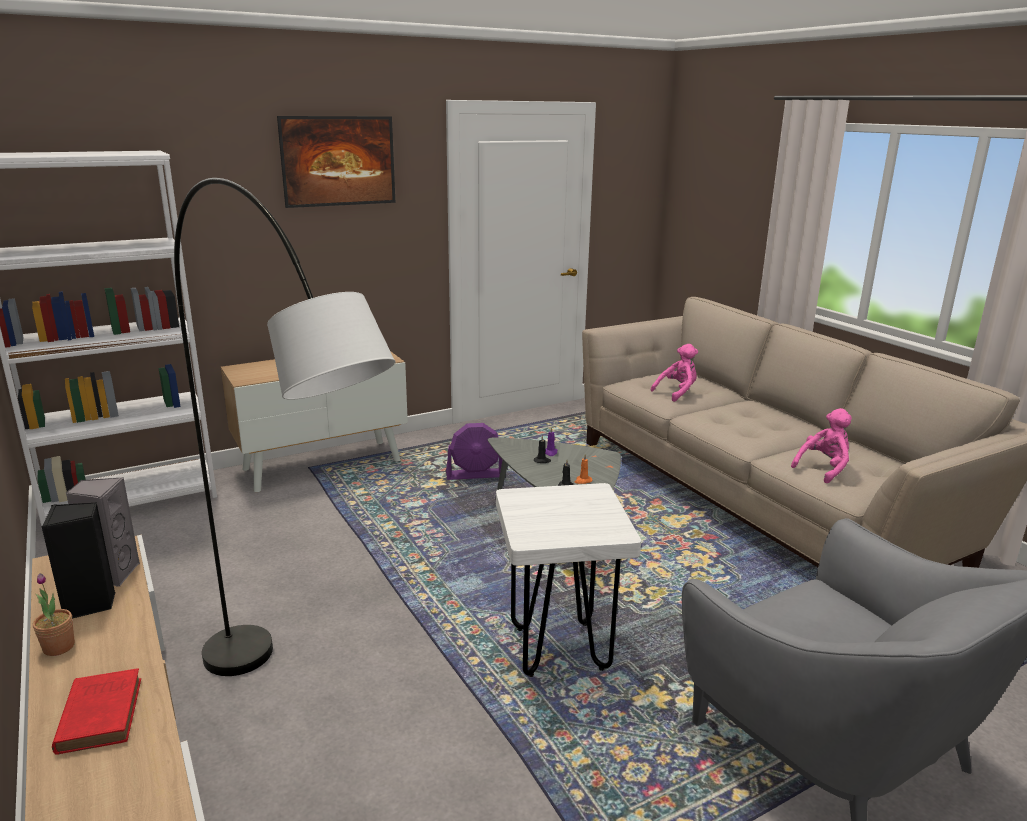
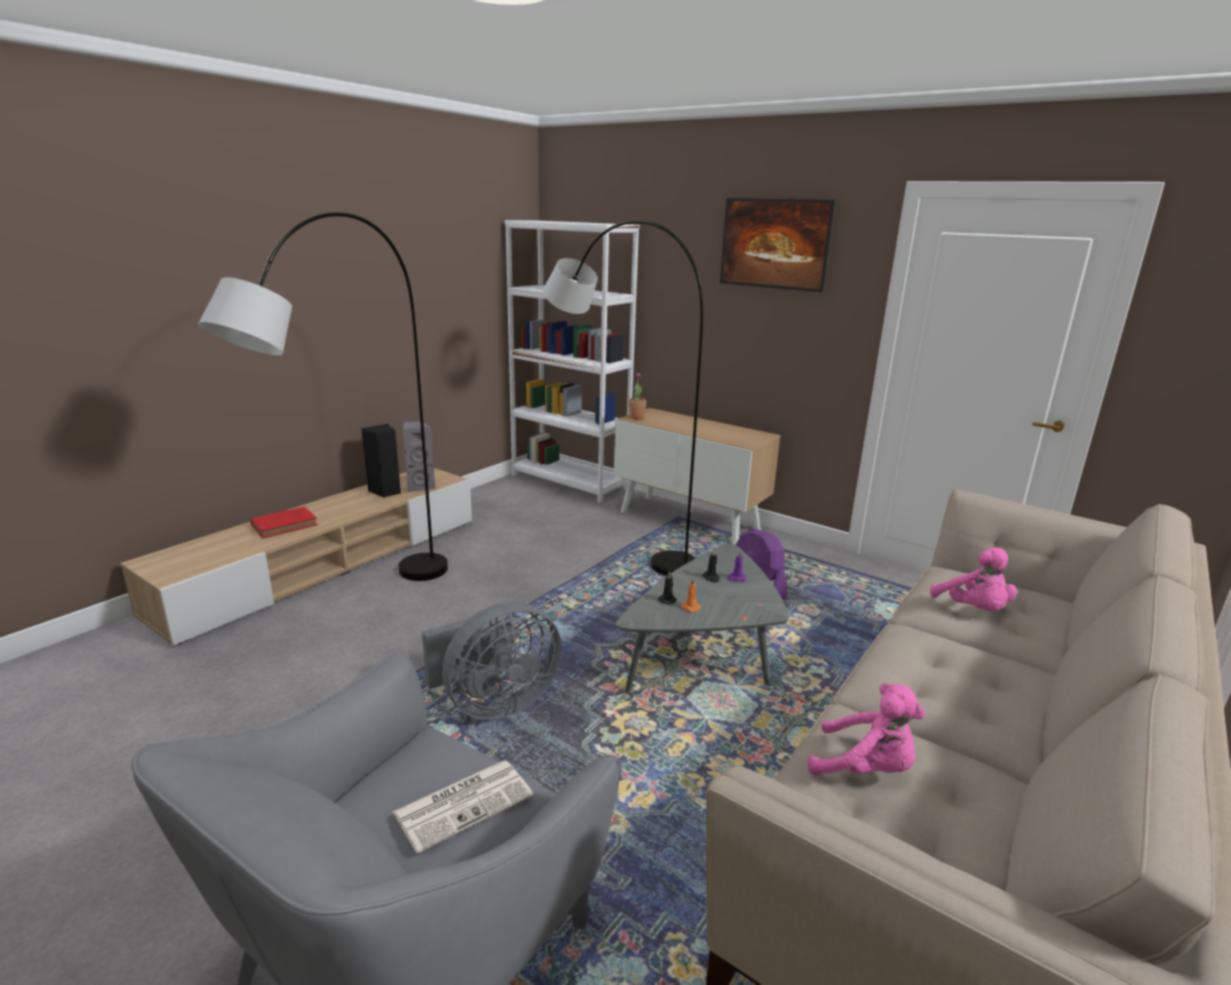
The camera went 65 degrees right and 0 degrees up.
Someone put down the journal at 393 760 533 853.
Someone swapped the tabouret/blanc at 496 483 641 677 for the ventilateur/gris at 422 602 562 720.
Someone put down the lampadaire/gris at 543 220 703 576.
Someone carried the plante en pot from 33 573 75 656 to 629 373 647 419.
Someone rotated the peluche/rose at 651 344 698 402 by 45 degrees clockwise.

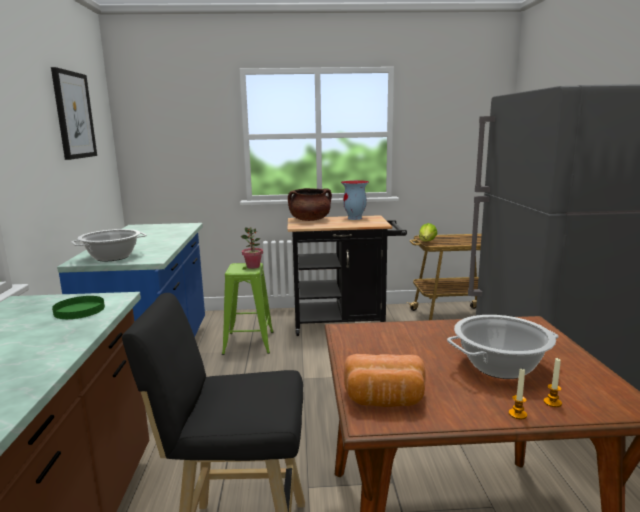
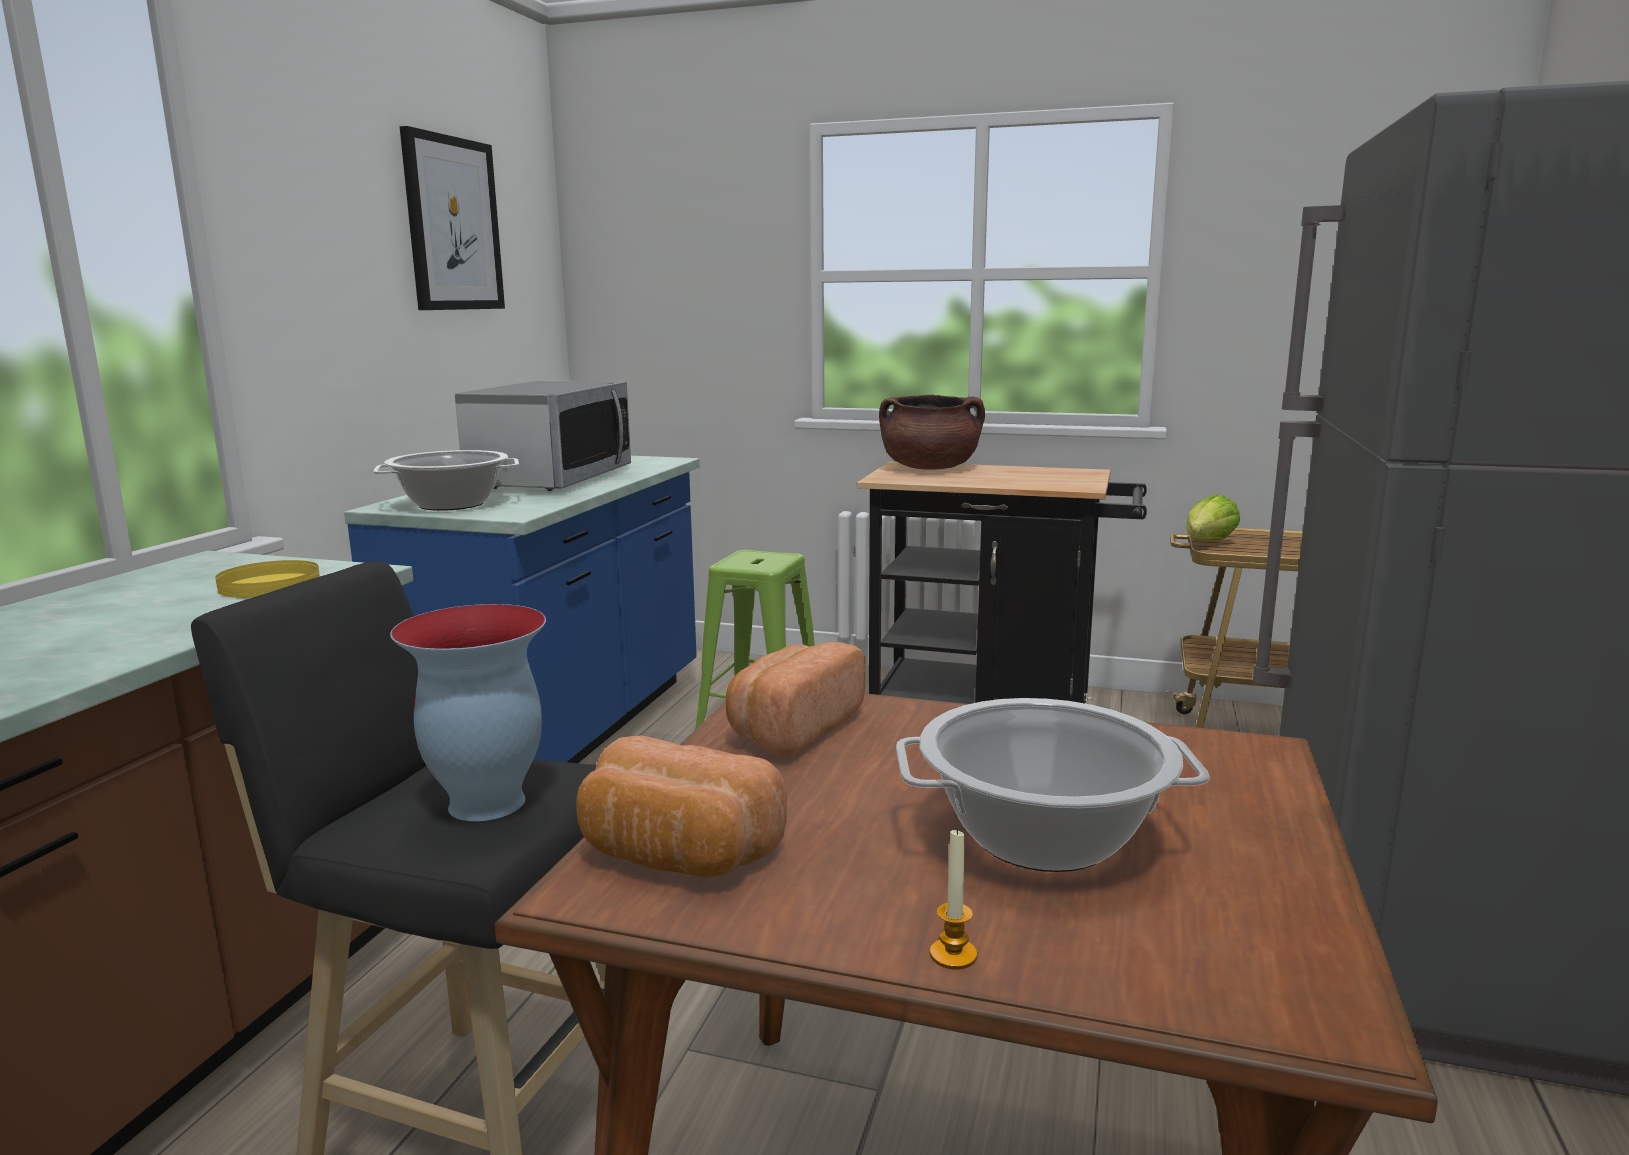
The camera went 20 degrees right and 0 degrees up.
Someone repainted the assiette/vert at 52 296 105 319, which became the assiette/jaune at 215 560 320 598.
Someone carried the vase from 341 180 369 220 to 390 604 546 821.
Someone put down the micro-ondes at 455 380 631 491.
Someone put down the pain at 726 642 866 757.
Someone took away the plante en pot at 241 227 263 269.
Someone took away the bougie at 544 358 562 407.

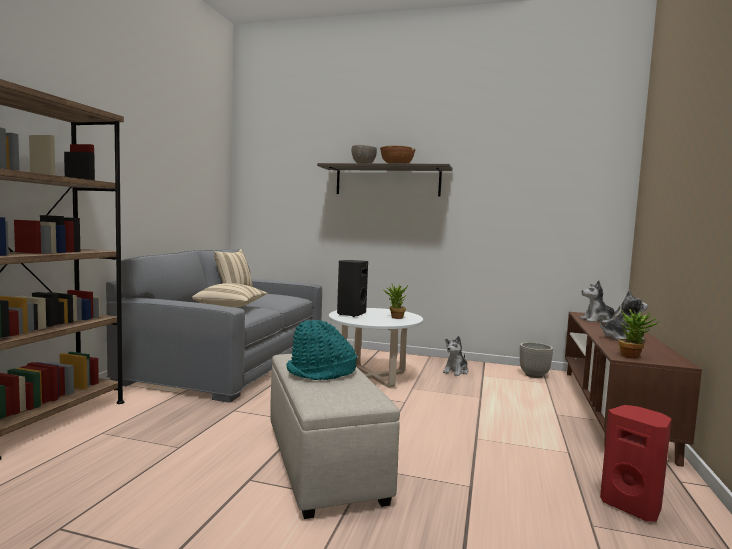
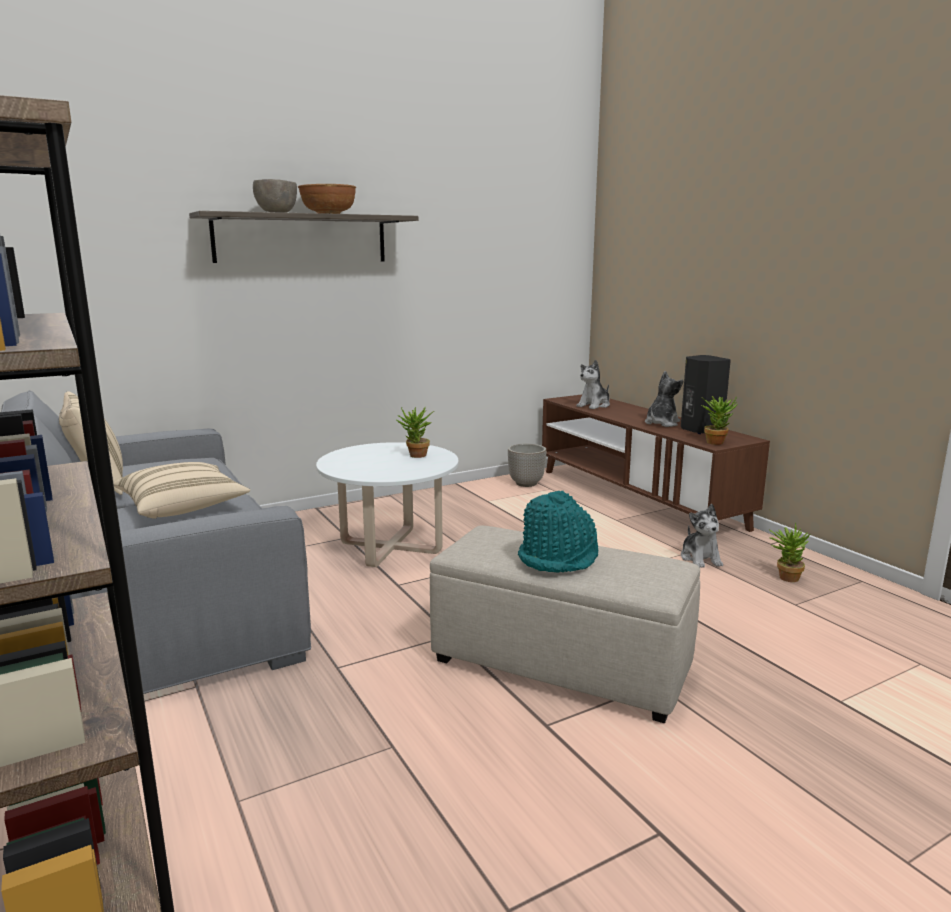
The camera went 45 degrees left and 10 degrees up.
Someone carried the enceinte/noir from 337 260 368 317 to 681 355 731 434.
Someone carried the peluche from 443 336 468 376 to 681 504 723 568.
Someone swapped the enceinte/rouge at 600 405 672 522 for the plante en pot at 769 523 810 582.

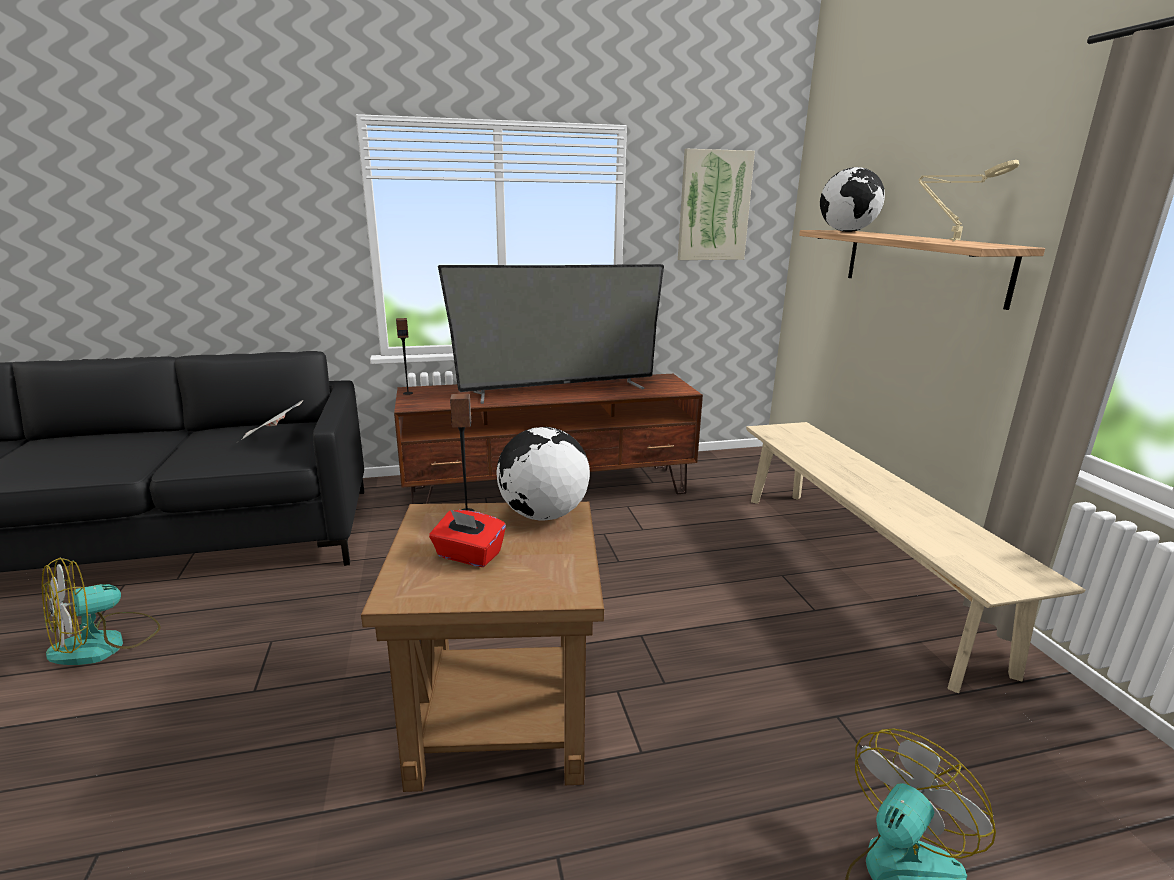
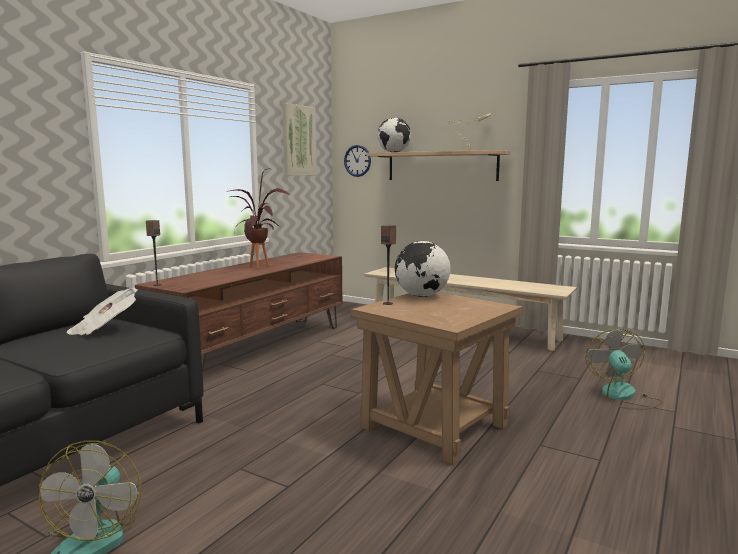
The camera went 45 degrees left and 10 degrees down.
Someone swapped the téléviseur at 438 264 664 404 for the plante en pot at 226 168 290 268.
Someone put up the horloge murale at 344 145 371 177.
Someone took away the boîte à mouchoirs/rouge at 429 510 506 567.

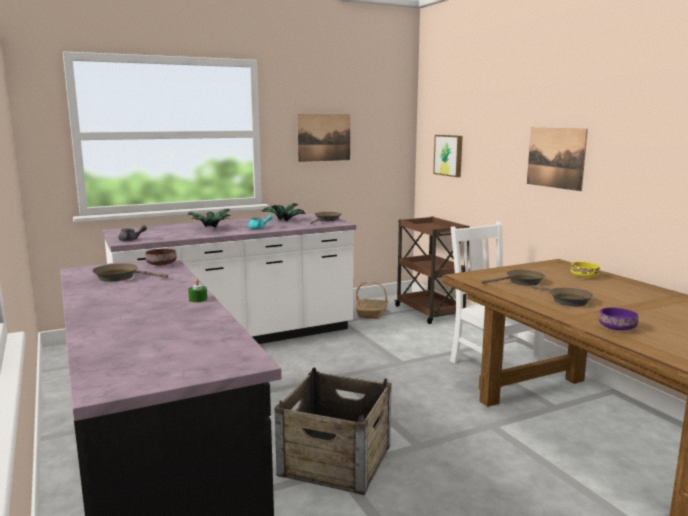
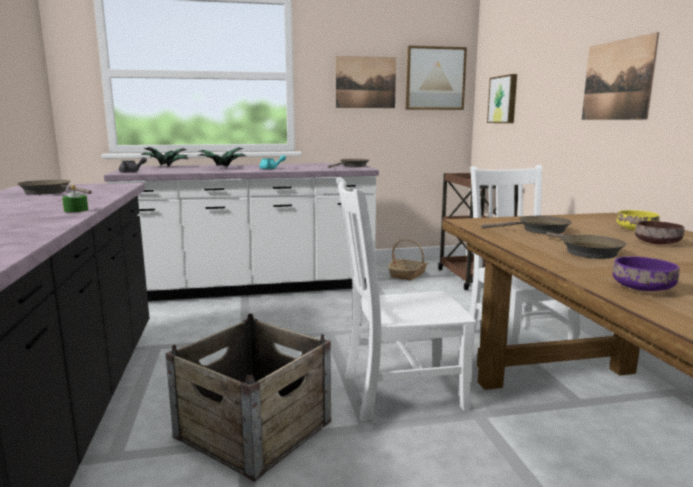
The camera went 15 degrees right and 0 degrees up.
Someone carried the plante en pot from 261 203 306 221 to 141 147 188 167.
Someone put down the chaise/blanc at 337 177 476 421.
Someone put up the tableau at 406 46 467 110.
Someone carried the bol/marron from 146 249 177 266 to 635 221 684 244.

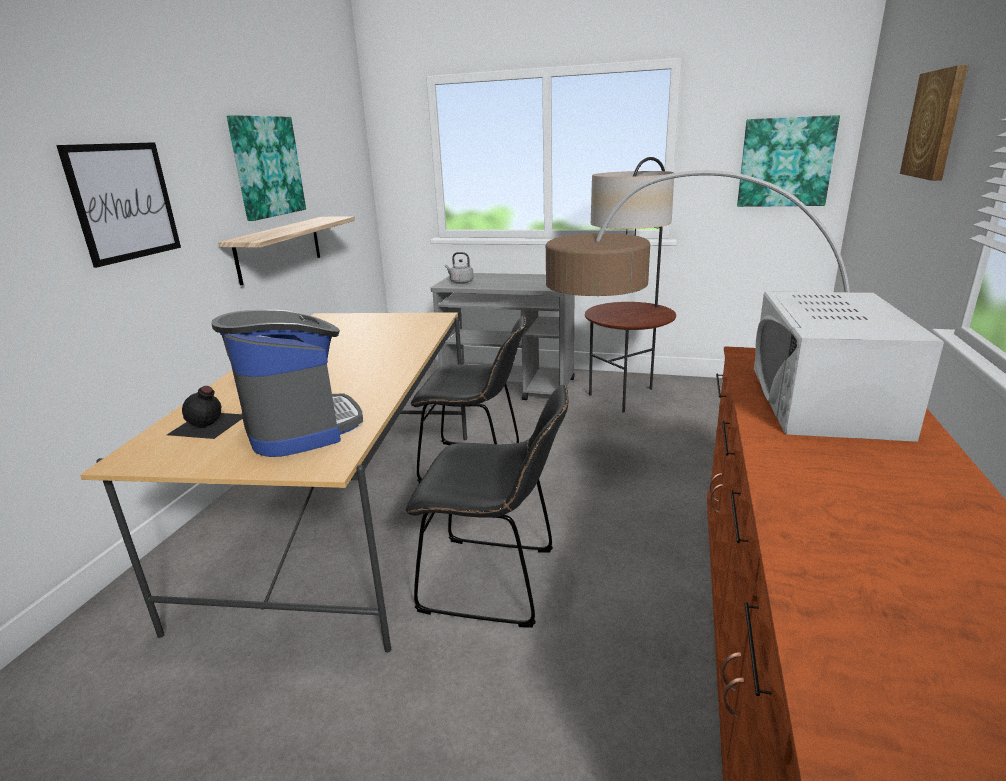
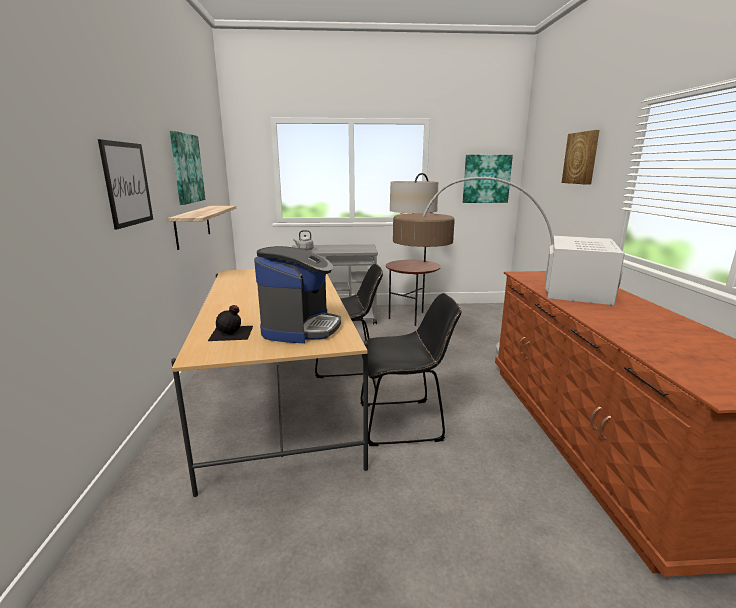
The camera went 20 degrees left and 5 degrees down.
Someone rotated the machine à café at 211 309 363 457 by 60 degrees clockwise.
Someone rotated the micro-ondes/blanc at 754 292 944 442 by 150 degrees counterclockwise.

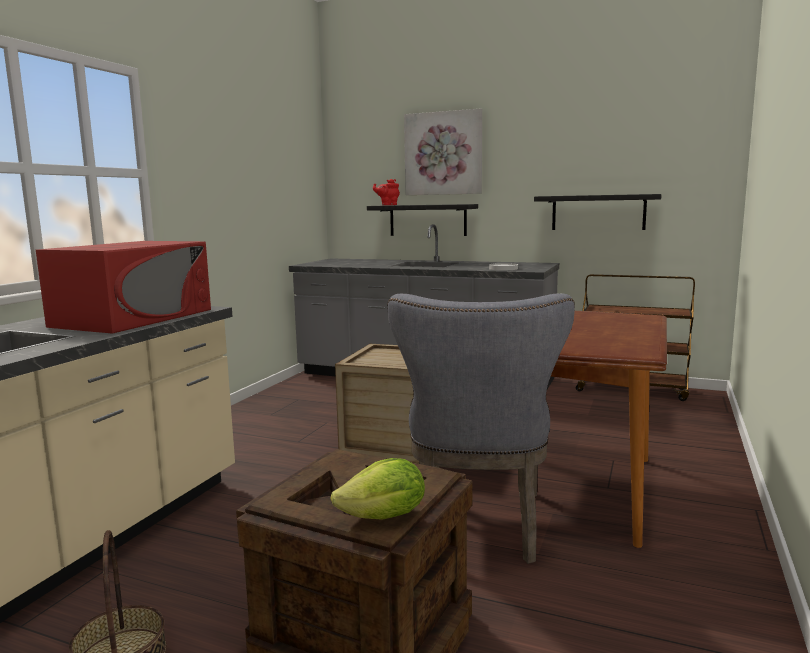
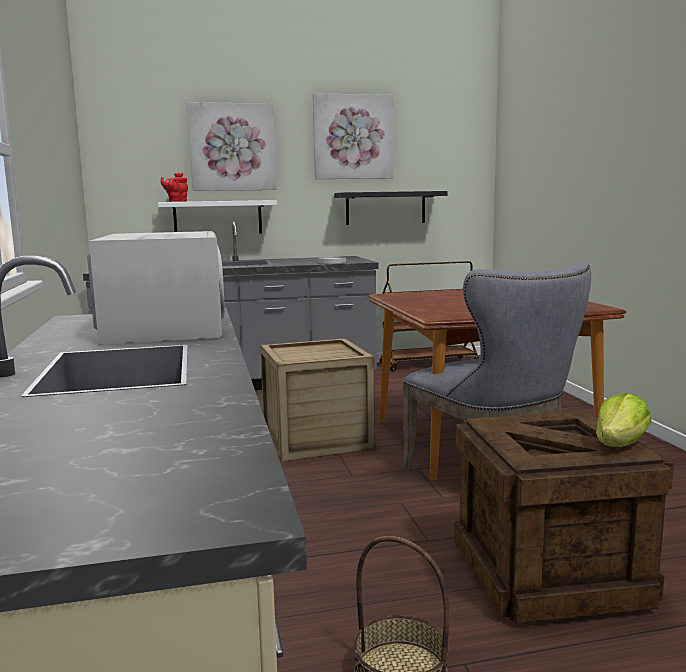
The camera went 35 degrees left and 0 degrees up.
Someone repainted the micro-ondes/rouge at 36 241 211 334, which became the micro-ondes/blanc at 87 231 225 345.
Someone repainted the étagère/noir at 367 204 478 236, which became the étagère/blanc at 158 200 277 234.
Someone put up the tableau at 313 93 394 179.

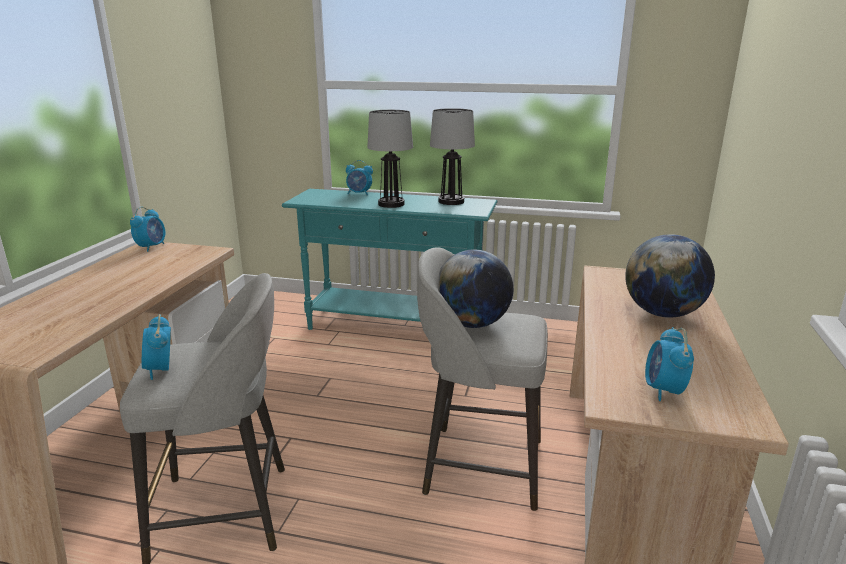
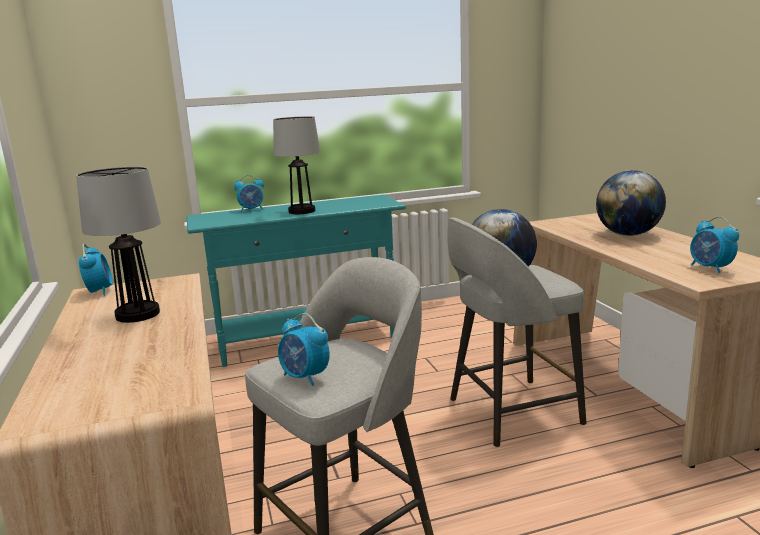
The camera went 30 degrees left and 5 degrees down.
Someone carried the lampe de table from 430 108 475 205 to 76 166 161 323.

